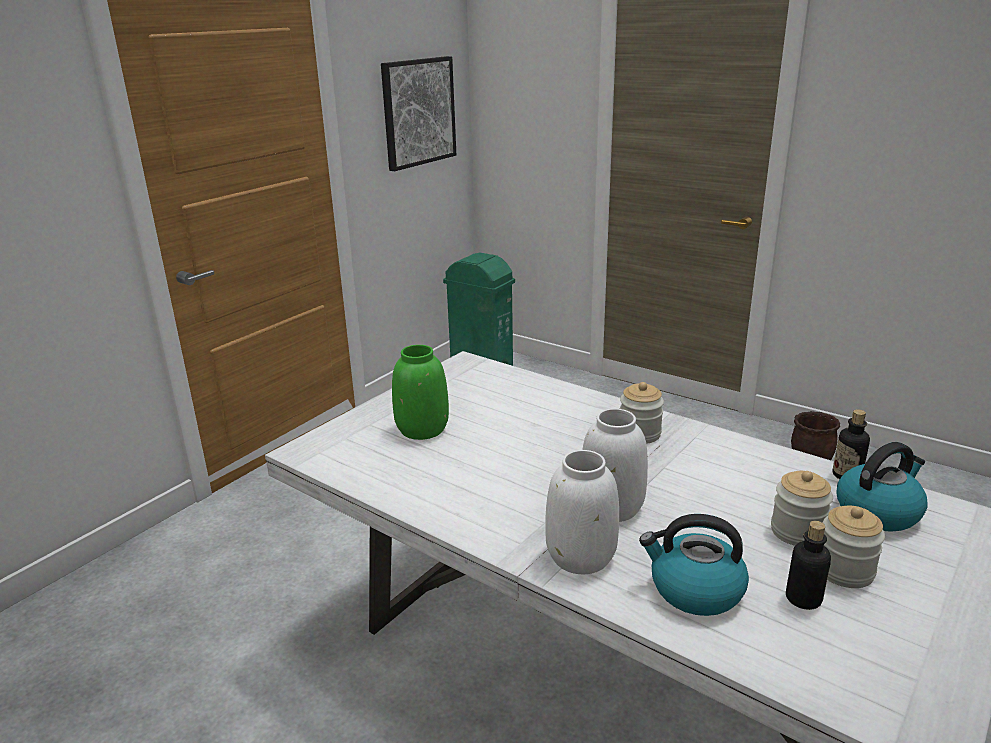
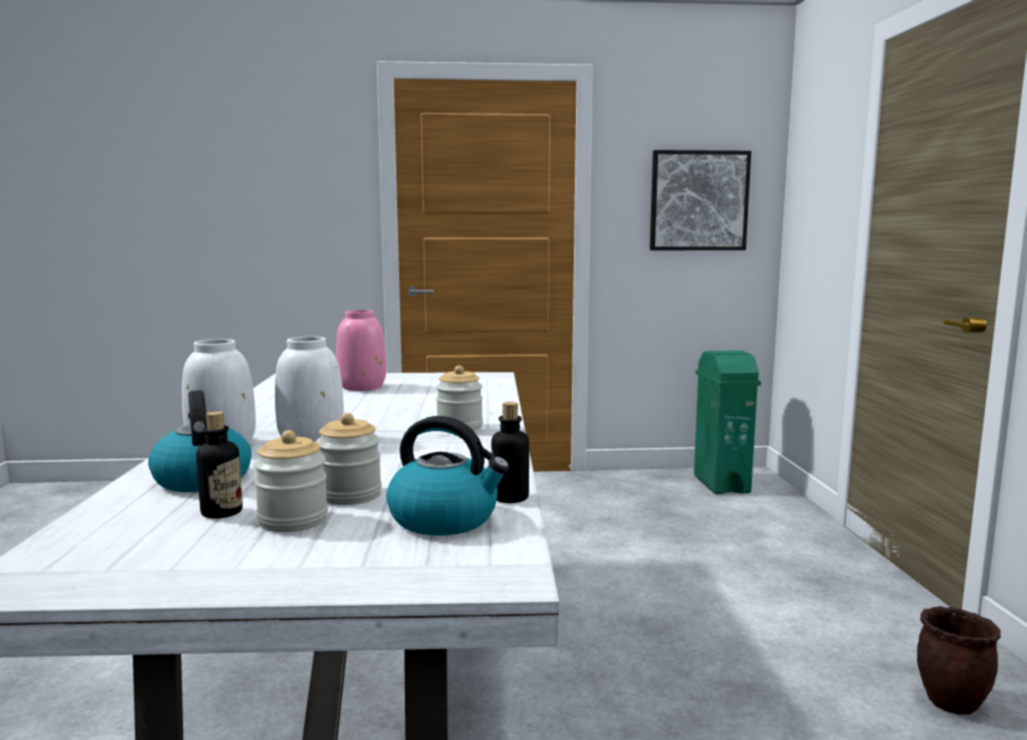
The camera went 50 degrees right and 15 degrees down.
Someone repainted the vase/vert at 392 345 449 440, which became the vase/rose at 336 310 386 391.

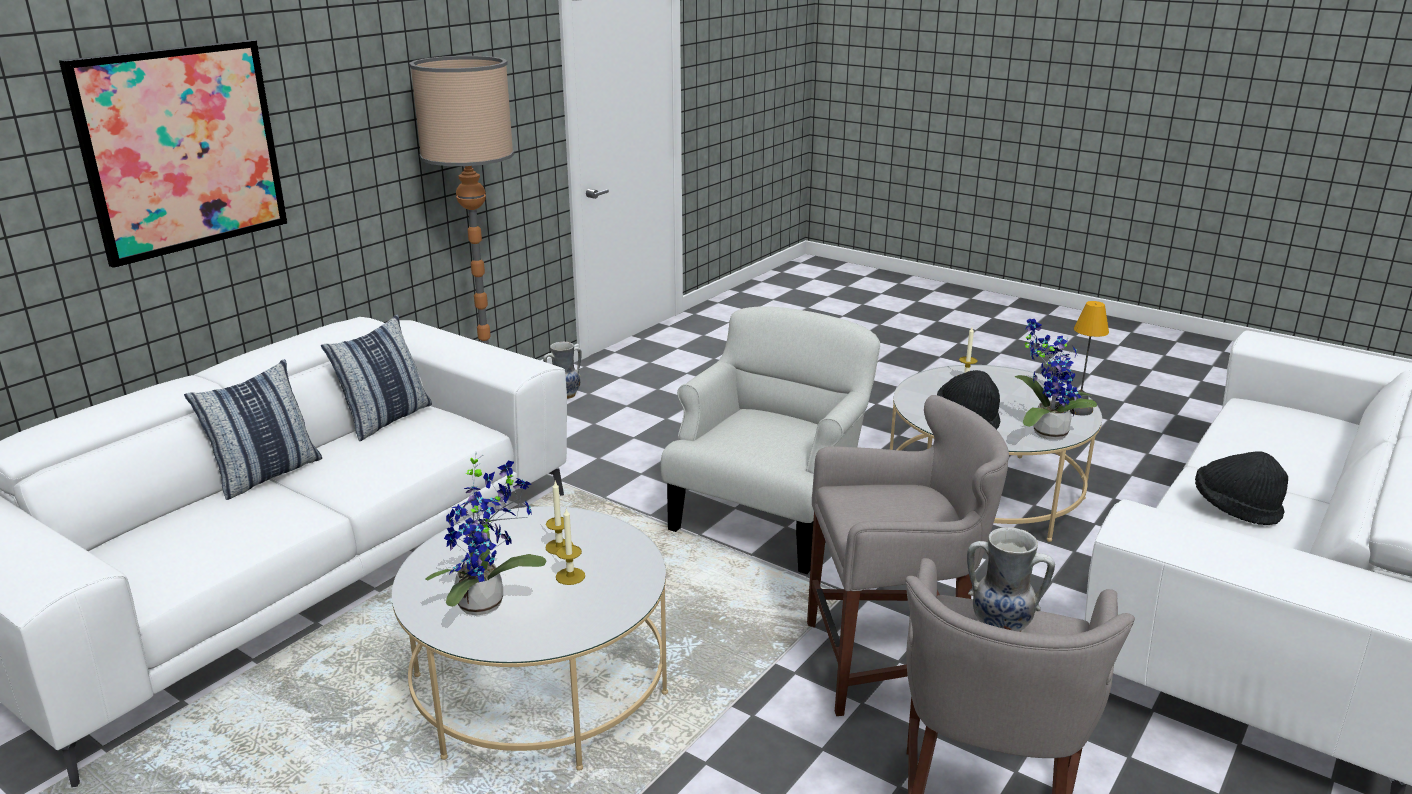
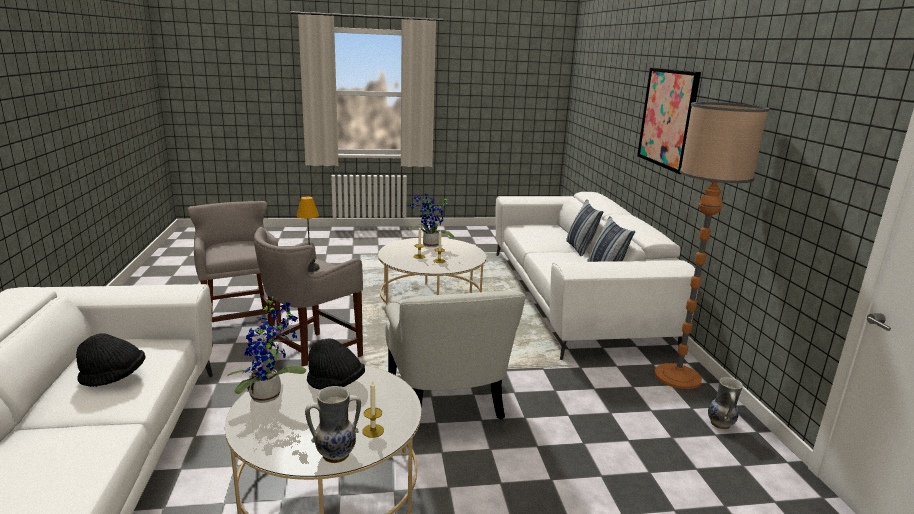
The camera went 135 degrees right and 5 degrees down.
Someone carried the lampe de table from 1070 301 1109 415 to 297 197 320 272.
Someone carried the vase from 967 527 1055 632 to 305 386 361 463.

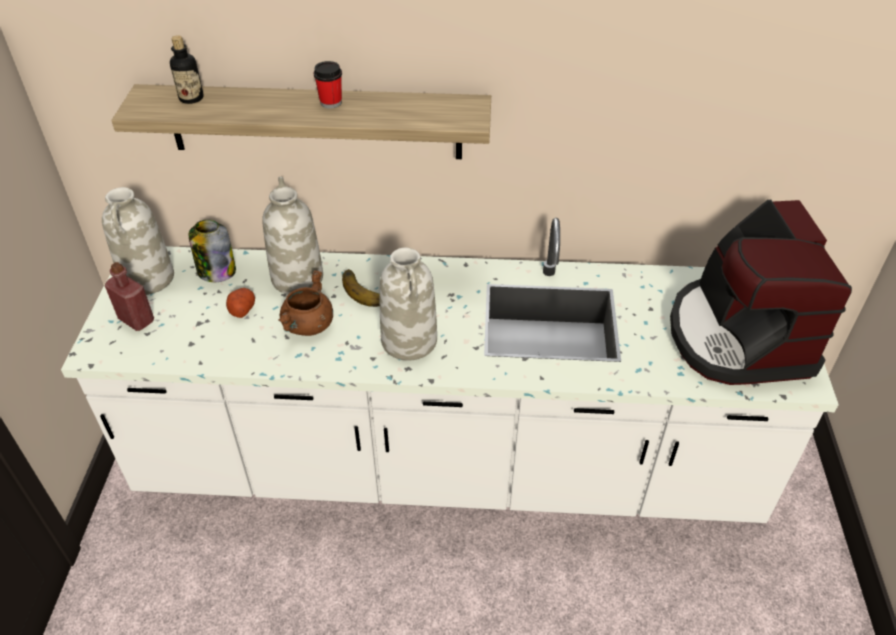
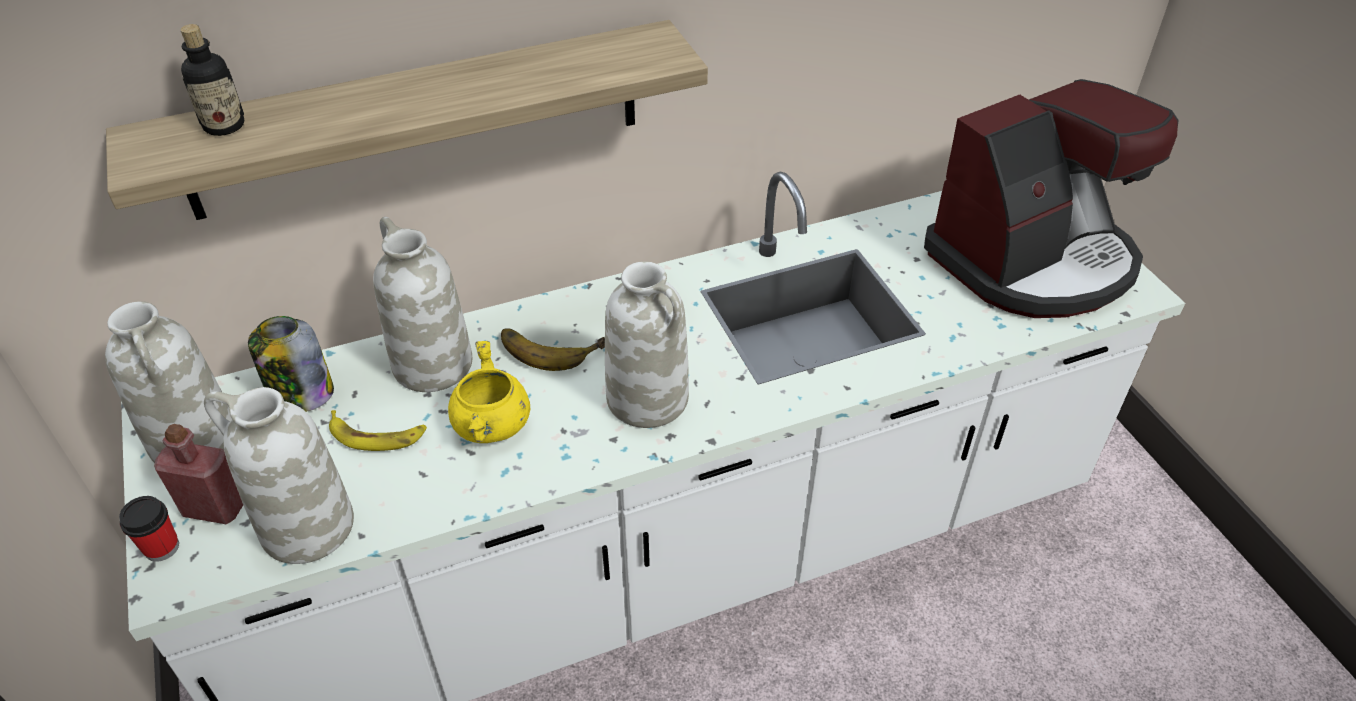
The camera went 25 degrees left and 0 degrees up.
Someone carried the tasse from 314 61 342 109 to 119 496 179 562.
Someone put down the vase/blanc at 204 387 354 564.
Someone swapped the pomme de terre at 226 288 255 318 for the banane at 329 410 427 451.
Someone repainted the marmite/marron at 279 270 333 336, which became the marmite/jaune at 448 341 530 443.
Someone rotated the machine à café at 670 200 852 385 by 90 degrees counterclockwise.

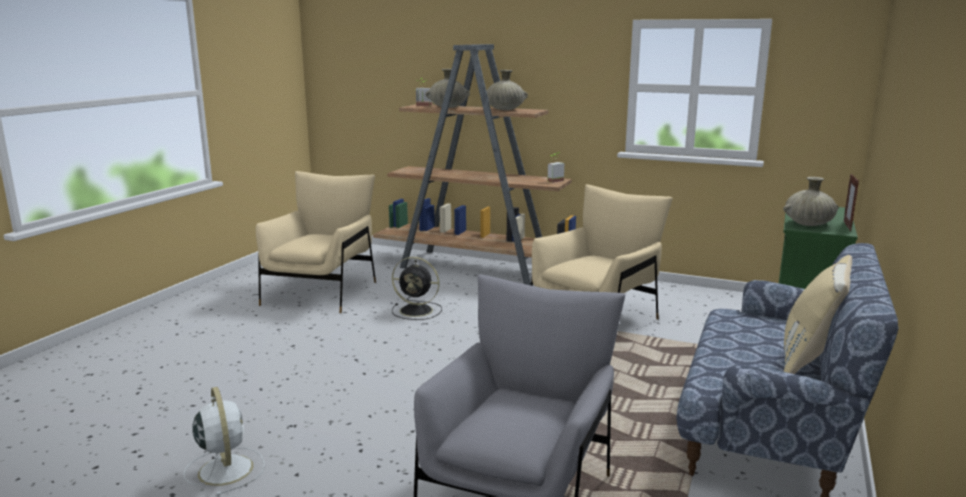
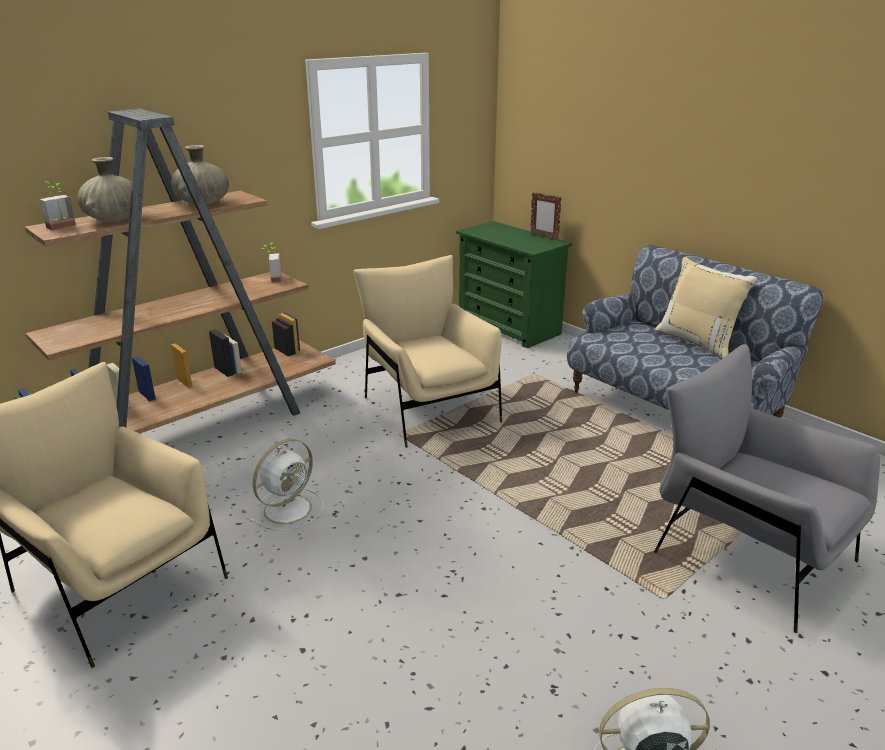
The camera went 65 degrees left and 10 degrees up.
Someone repainted the ventilateur/noir at 392 257 442 320, which became the ventilateur/blanc at 249 439 324 531.
Someone took away the vase/beige at 783 177 839 226.

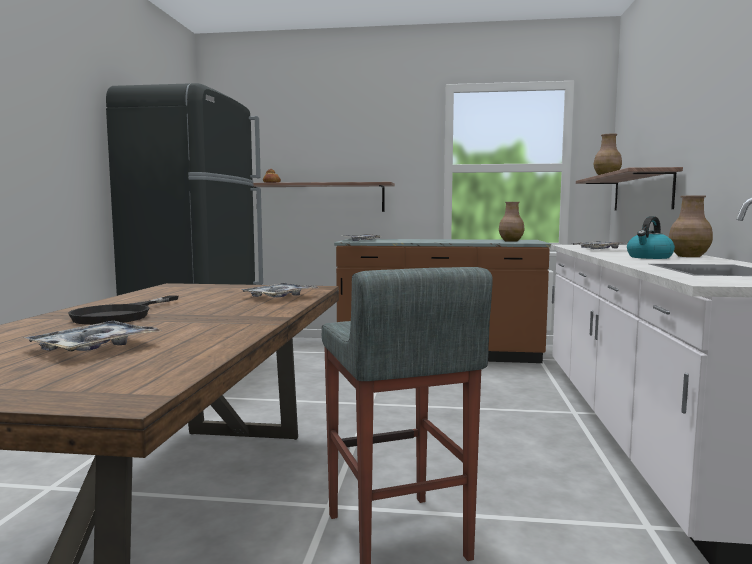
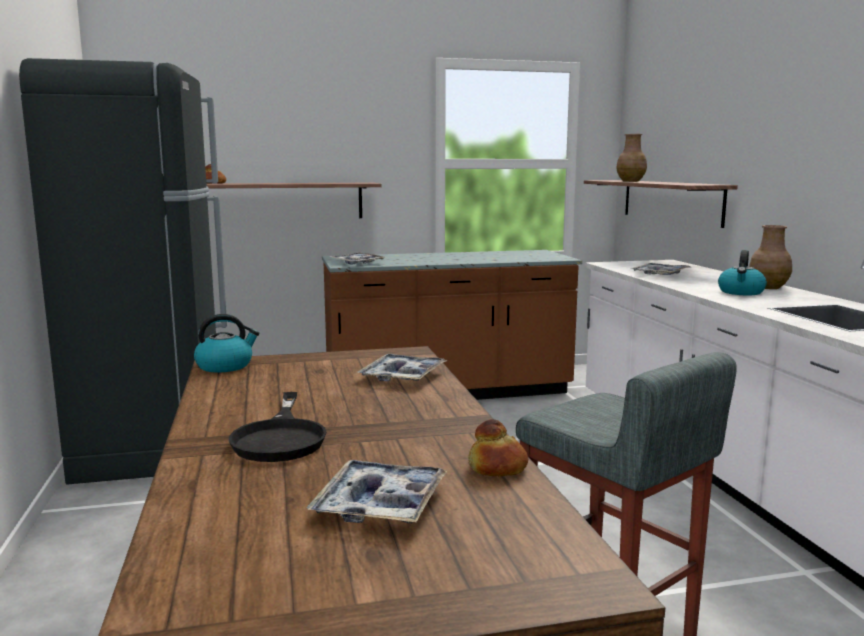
The camera went 20 degrees left and 5 degrees up.
Someone put down the bouilloire at 194 314 259 372.
Someone put down the pain at 468 419 528 476.
Someone took away the vase/marron at 499 202 524 242.

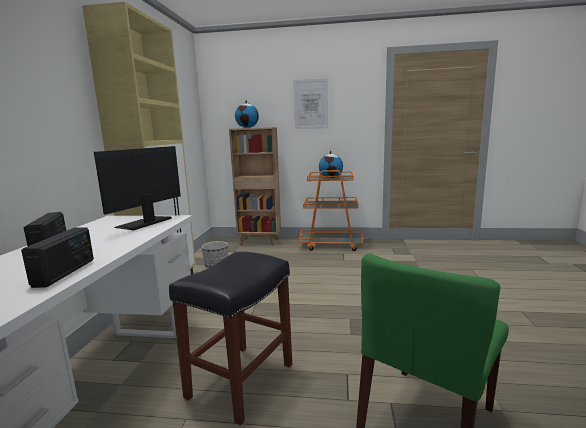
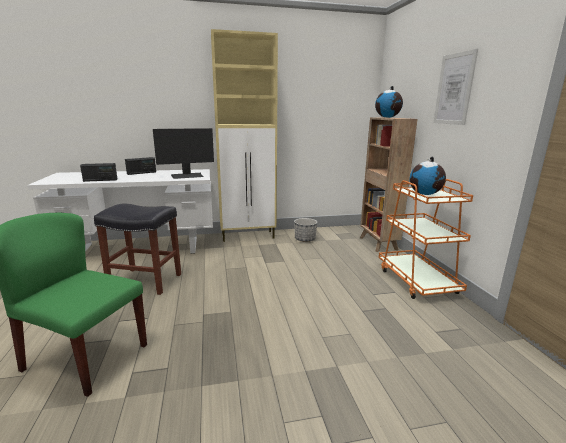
The camera went 70 degrees right and 5 degrees up.
Someone rotated the écran d'ordinateur at 94 146 181 231 by 150 degrees clockwise.

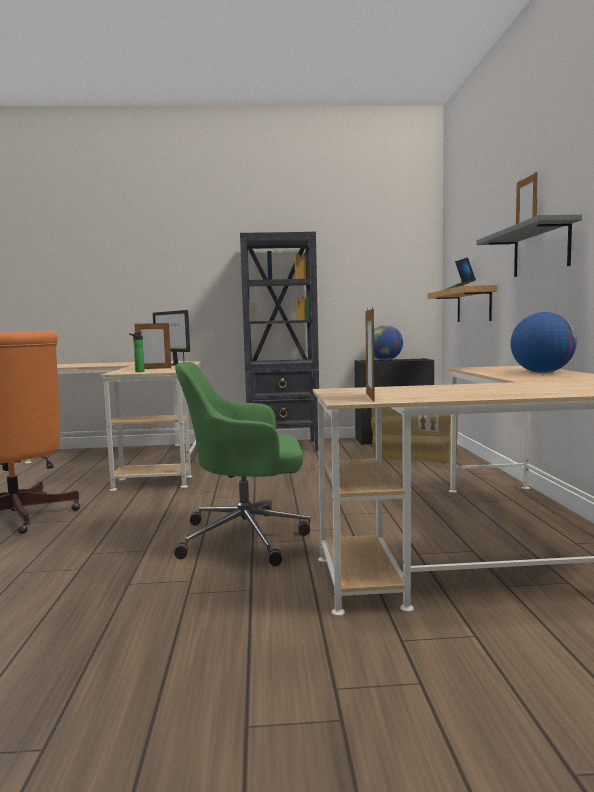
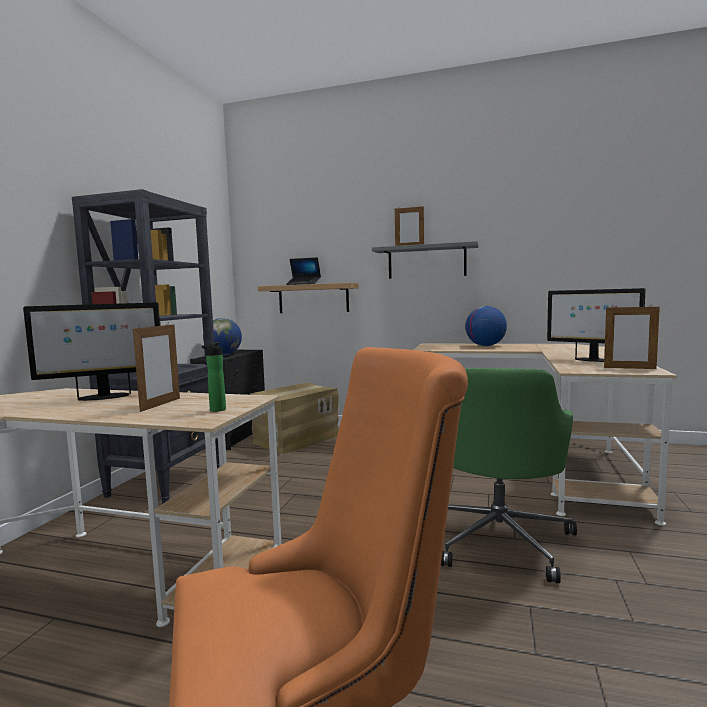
The camera went 70 degrees left and 0 degrees up.
Someone put down the écran d'ordinateur at 547 288 646 362.

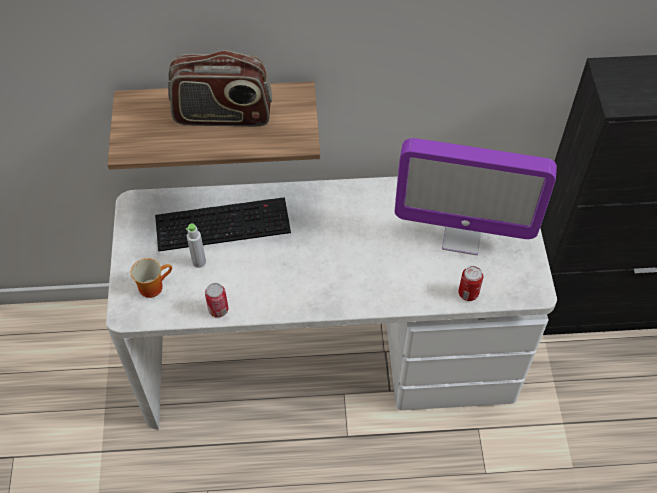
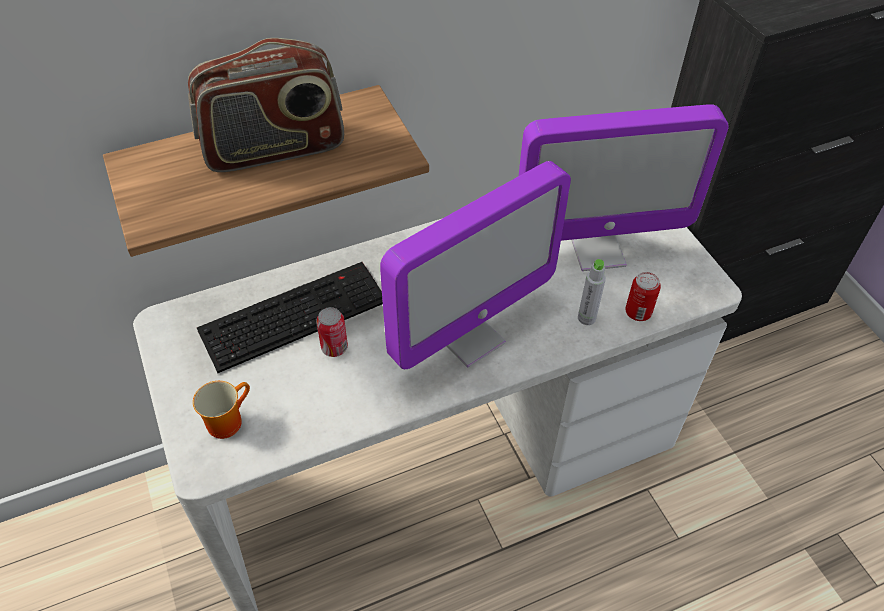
The camera went 20 degrees left and 5 degrees down.
Someone carried the boîte métallique from 205 283 228 318 to 316 307 348 357.
Someone put down the écran d'ordinateur at 380 161 571 369.
Someone carried the bouteille/gris from 186 223 206 268 to 578 259 606 325.

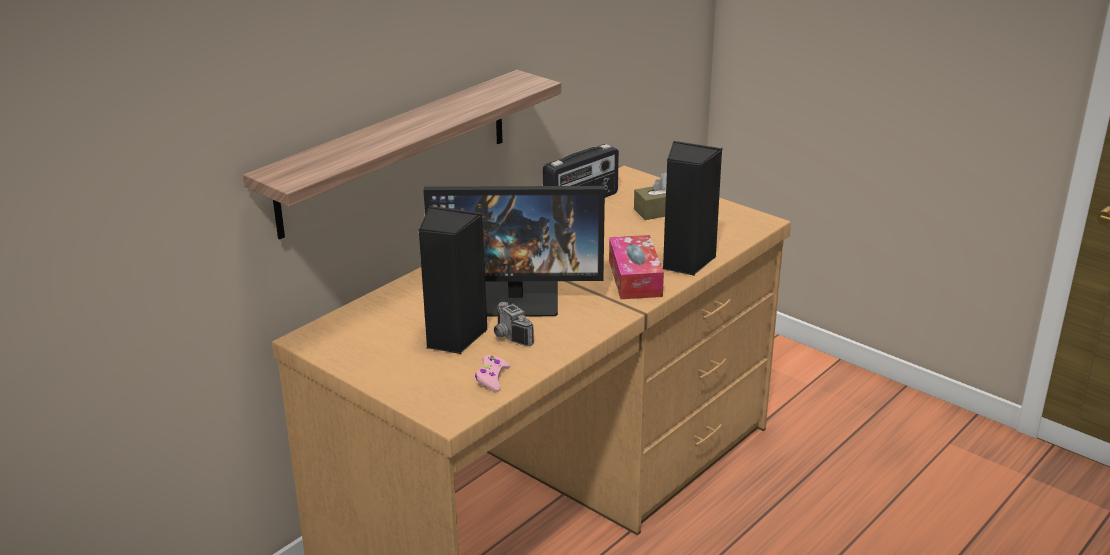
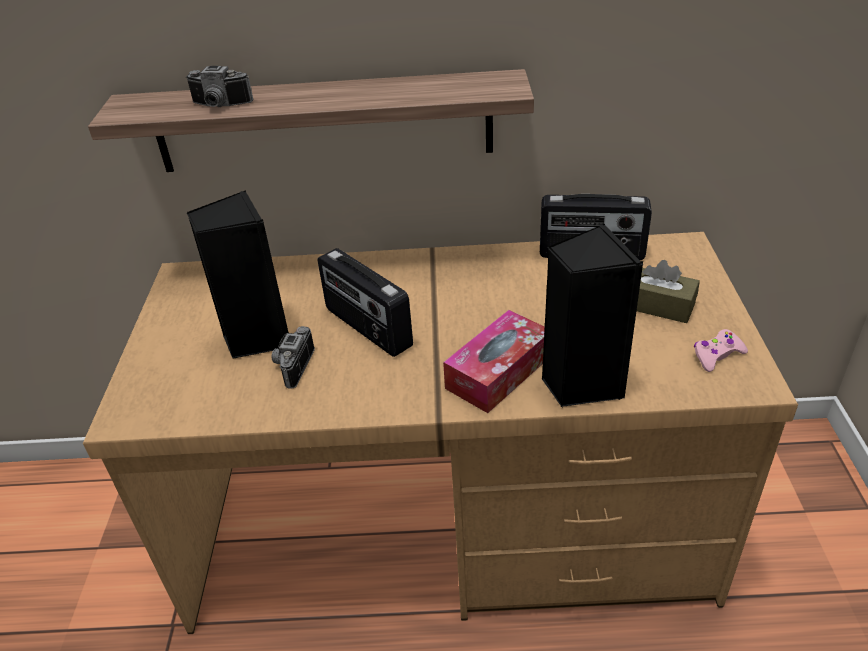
The camera went 50 degrees right and 10 degrees up.
Someone put down the appareil photo at 185 66 253 107.
Someone swapped the écran d'ordinateur at 423 186 605 317 for the radio at 318 248 413 357.
Someone carried the manette/rose from 475 355 511 392 to 694 329 748 372.

